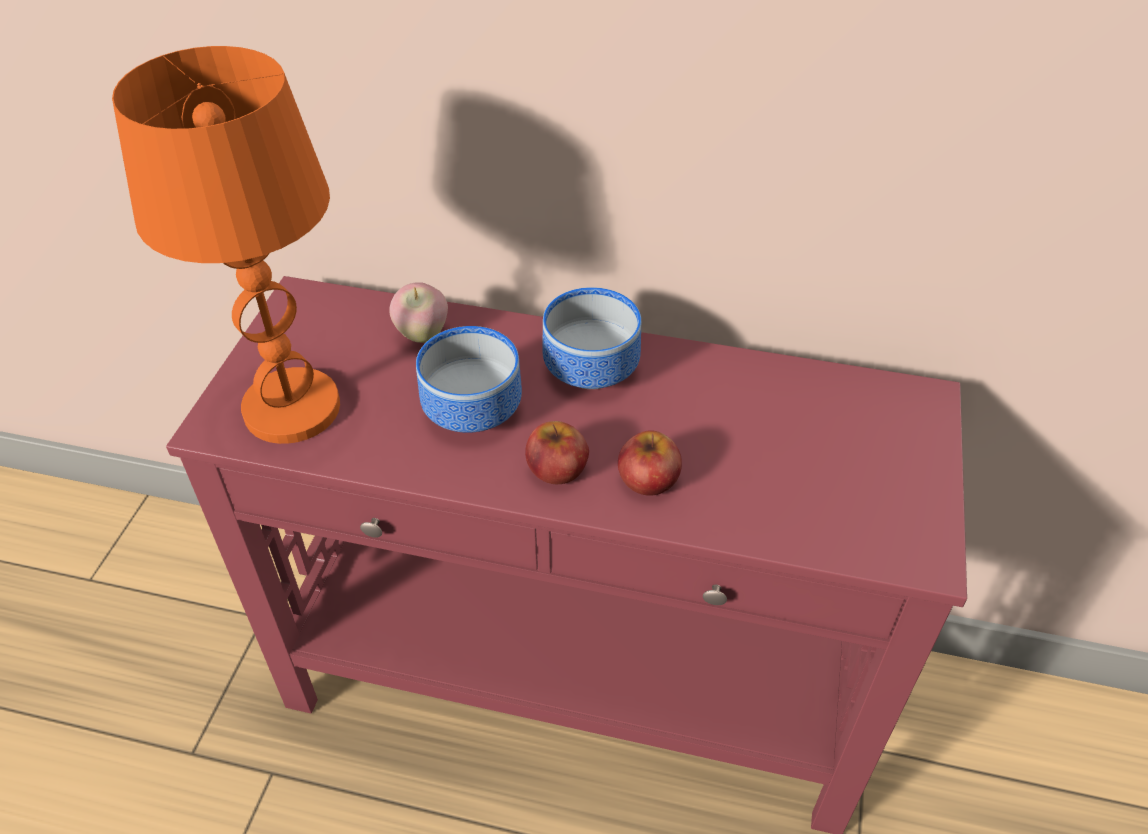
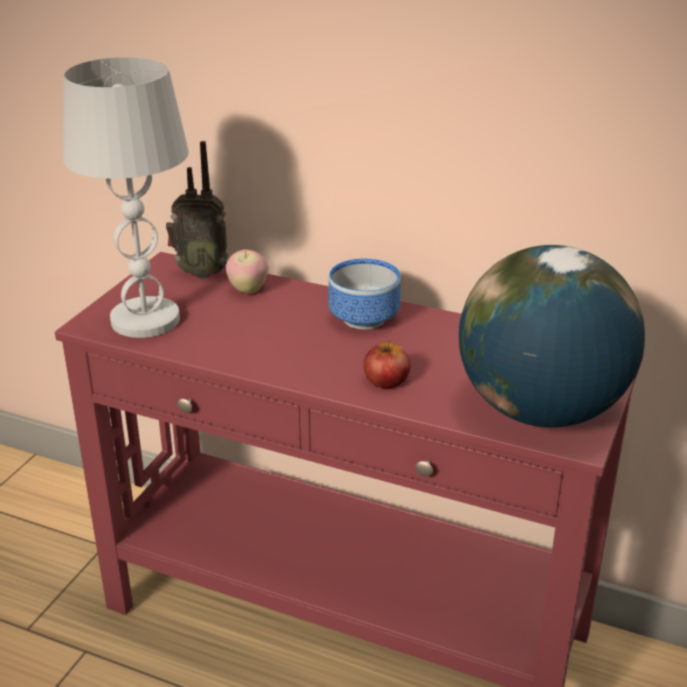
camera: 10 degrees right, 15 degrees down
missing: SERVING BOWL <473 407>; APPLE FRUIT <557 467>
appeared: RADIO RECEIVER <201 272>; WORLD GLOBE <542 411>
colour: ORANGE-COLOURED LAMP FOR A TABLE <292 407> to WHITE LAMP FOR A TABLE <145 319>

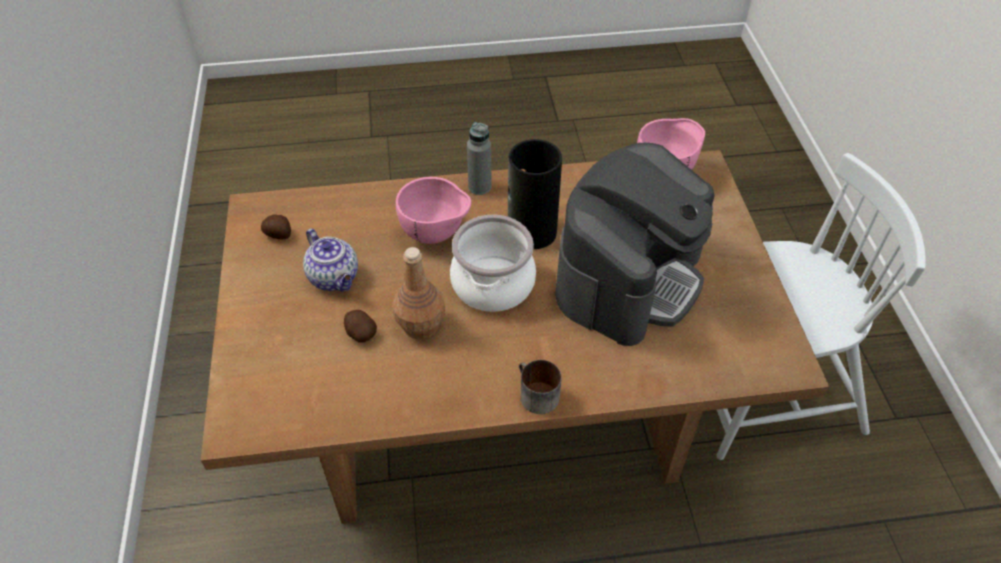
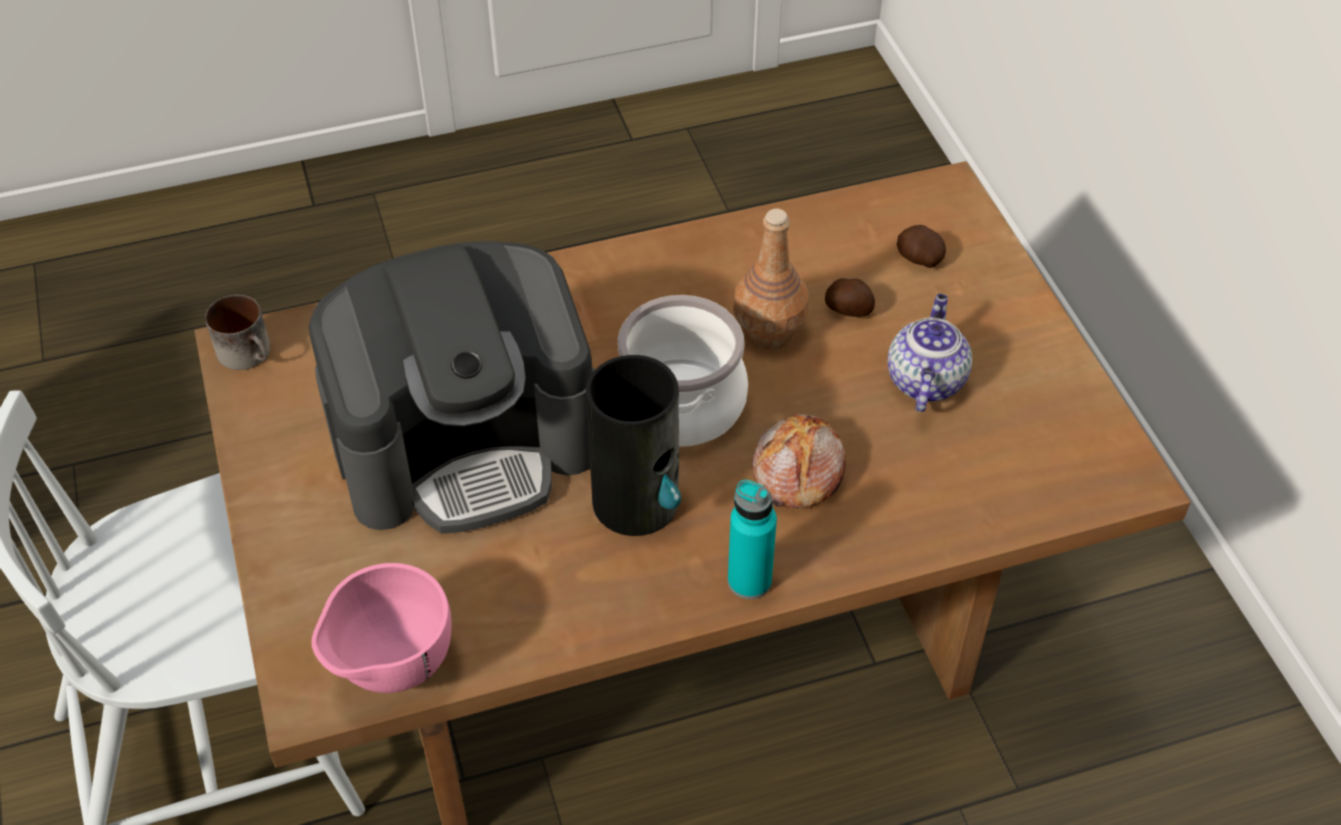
camera: 170 degrees right, 0 degrees up
relocated: SPUD <279 235> to <918 259>; MUG <534 394> to <250 353>
exchanged: PINKISH SERVING BOWL <436 235> to BREAD <796 472>
colour: GRAY BEVERAGE BOTTLE <479 187> to TURQUOISE BEVERAGE BOTTLE <749 581>
spun: POT FOR TEA <335 278> = <925 380> 60 degrees clockwise; COFFEE BREWER <629 277> = <466 443> 135 degrees counterclockwise

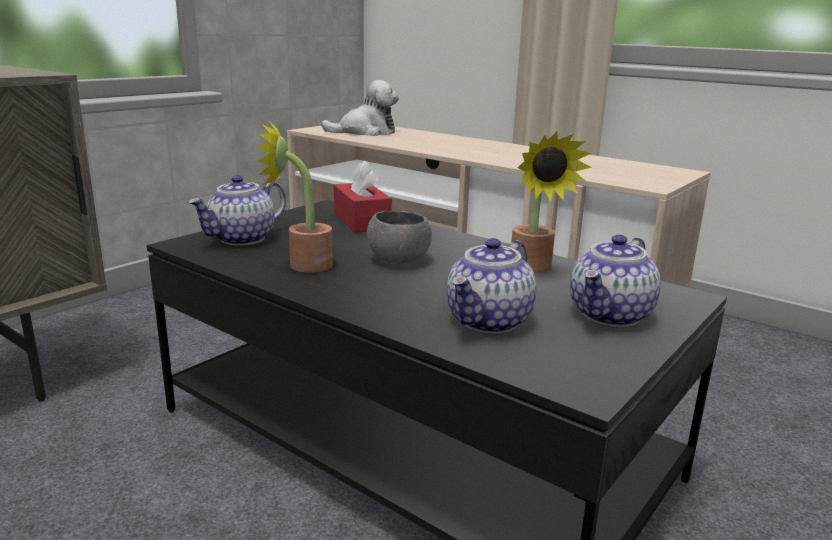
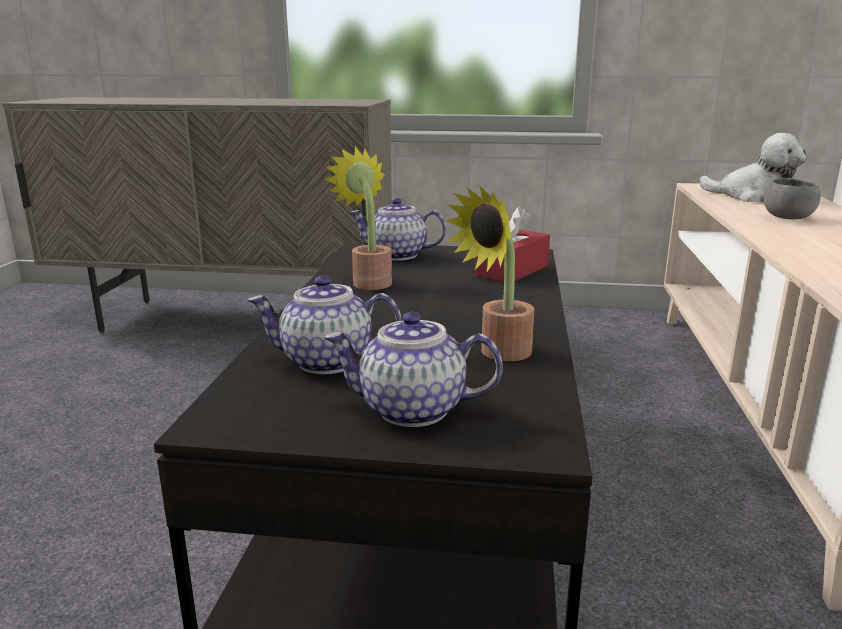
camera: 60 degrees right, 0 degrees up
relocated: GRAY SERVING BOWL <399 260> to <787 218>

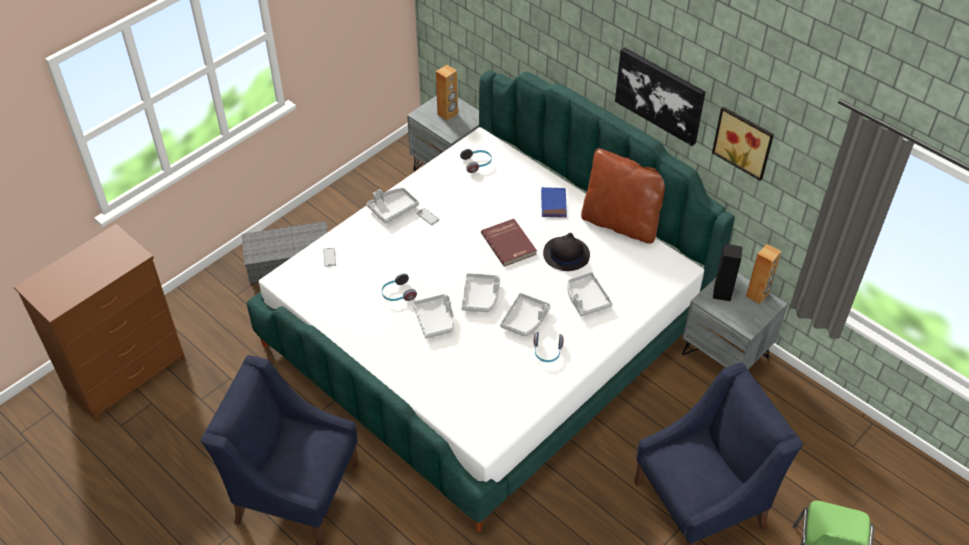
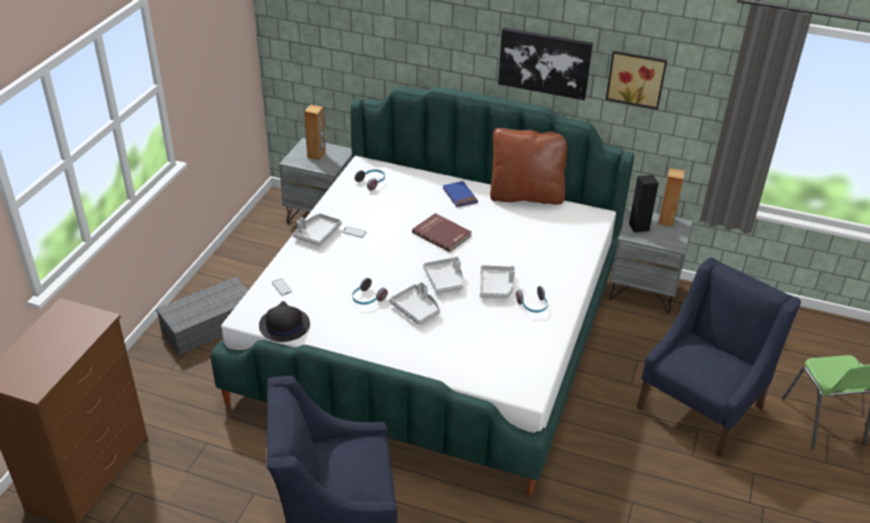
camera: 25 degrees left, 10 degrees down
missing: GRAY TRAY <586 299>
relocated: BLACK-COLOURED CLOTHING HAT <565 254> to <284 325>

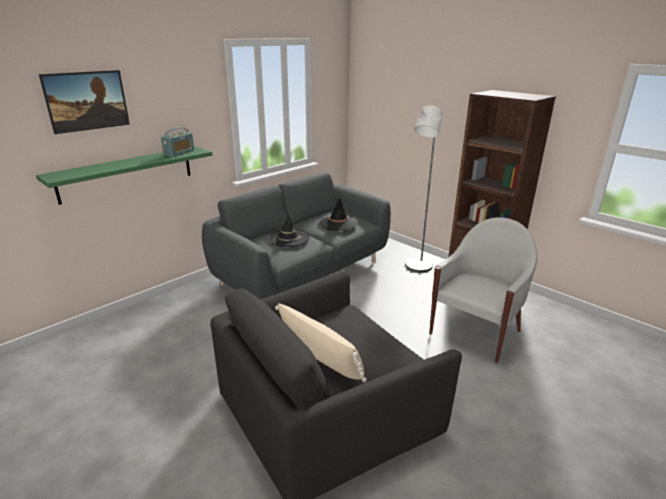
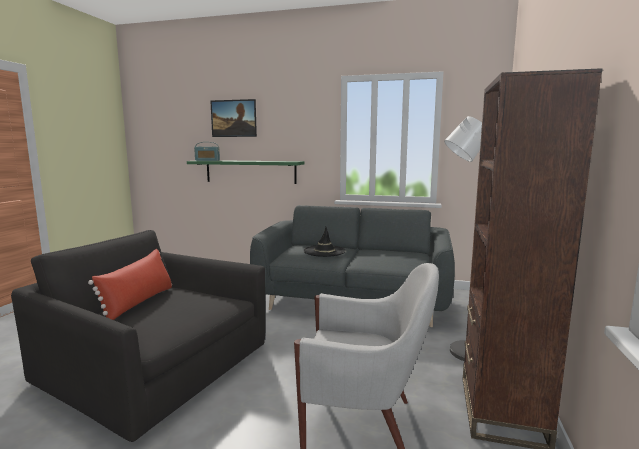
camera: 60 degrees right, 15 degrees down
missing: BLACK-COLOURED CLOTHING HAT <338 223>
relocated: RADIO RECEIVER <179 153> to <207 160>
colour: SAND-COLOURED THROW PILLOW <321 358> to RED THROW PILLOW <139 302>

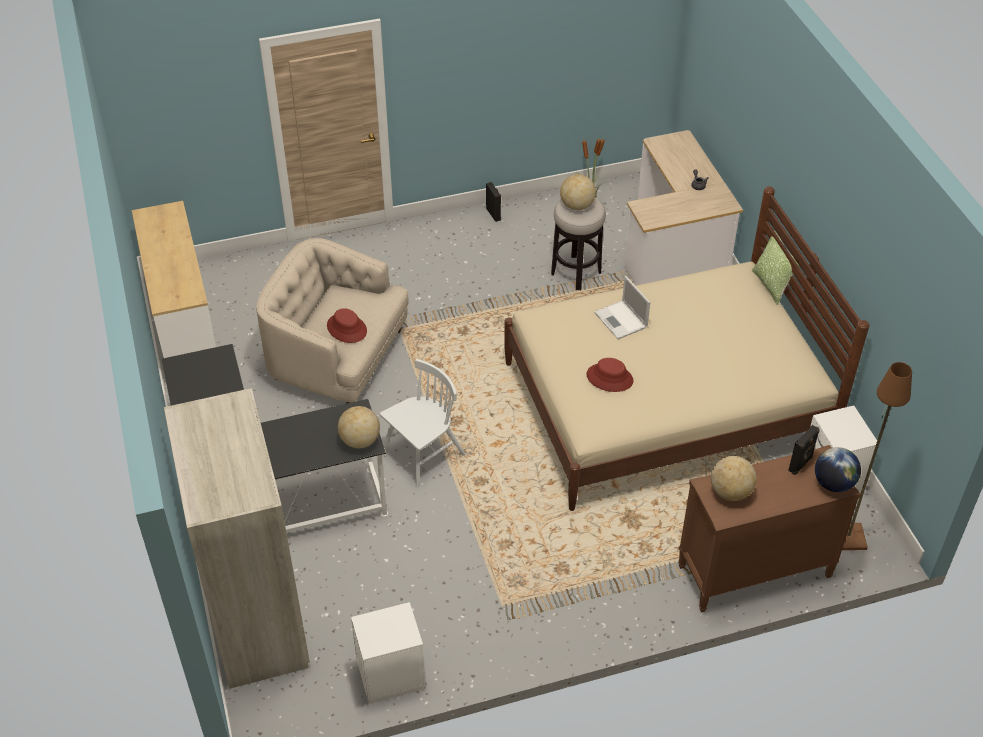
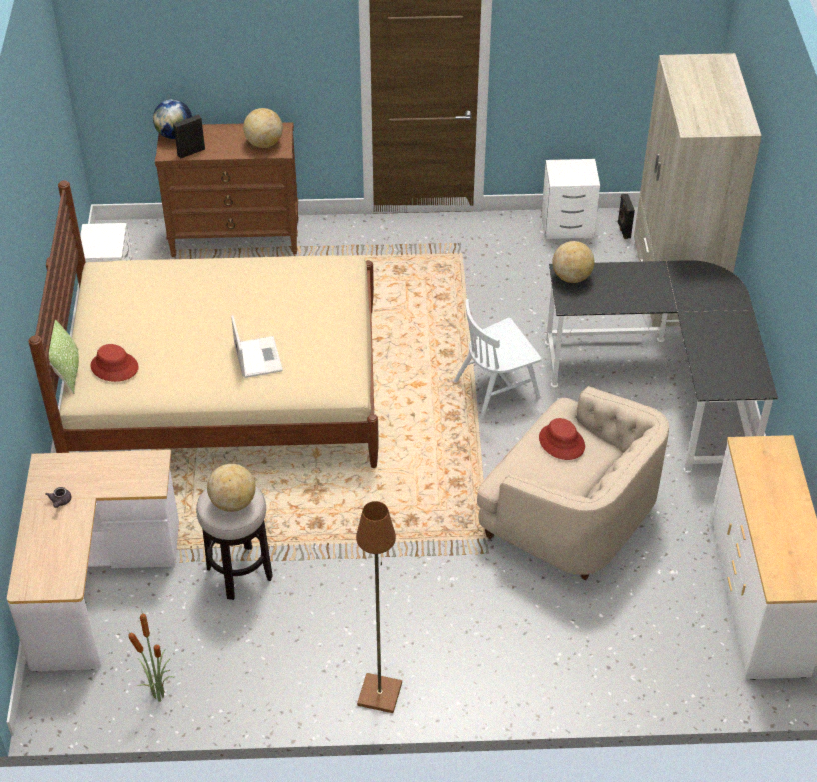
camera: 165 degrees left, 0 degrees up
relocated: BLACK-COLOURED LOUDSPEAKER <494 214> to <623 230>; RED CLOTHING HAT <609 378> to <114 367>; BROWN STANDARD LAMP <847 538> to <380 693>

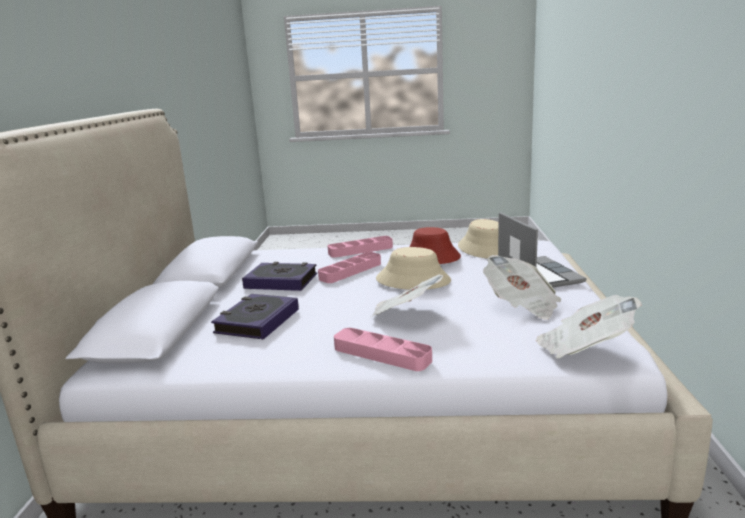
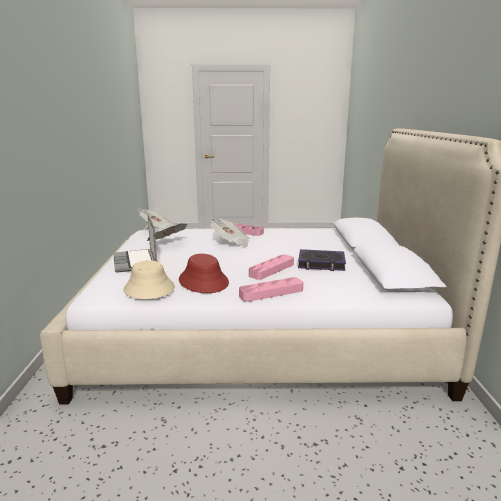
camera: 175 degrees right, 0 degrees up
missing: VOLUME <257 321>; SAND-COLOURED CLOTHING HAT <413 280>

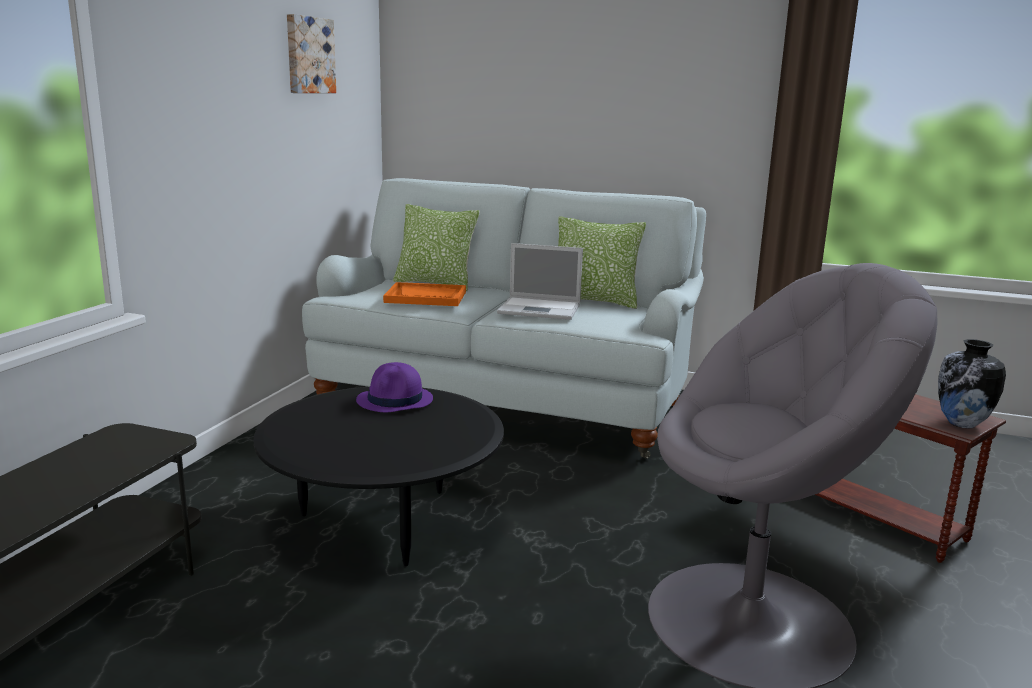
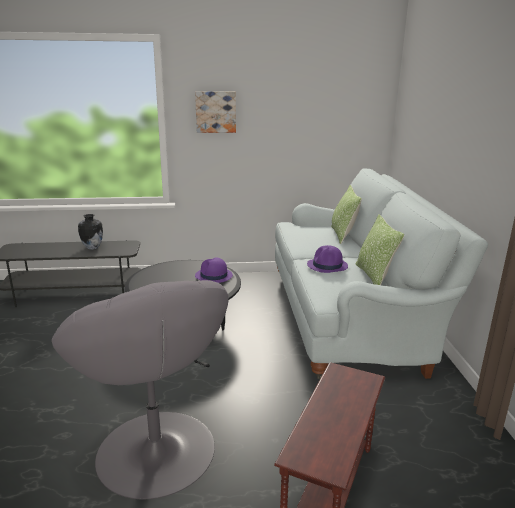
camera: 65 degrees right, 5 degrees up
missing: ORANGE-COLOURED TRAY <426 297>
relocated: PICTURE <308 55> to <215 111>; FLOWER VASE <962 424> to <92 247>
exchanged: PORTABLE COMPUTER <541 309> to PURPLISH CLOTHING HAT <327 266>

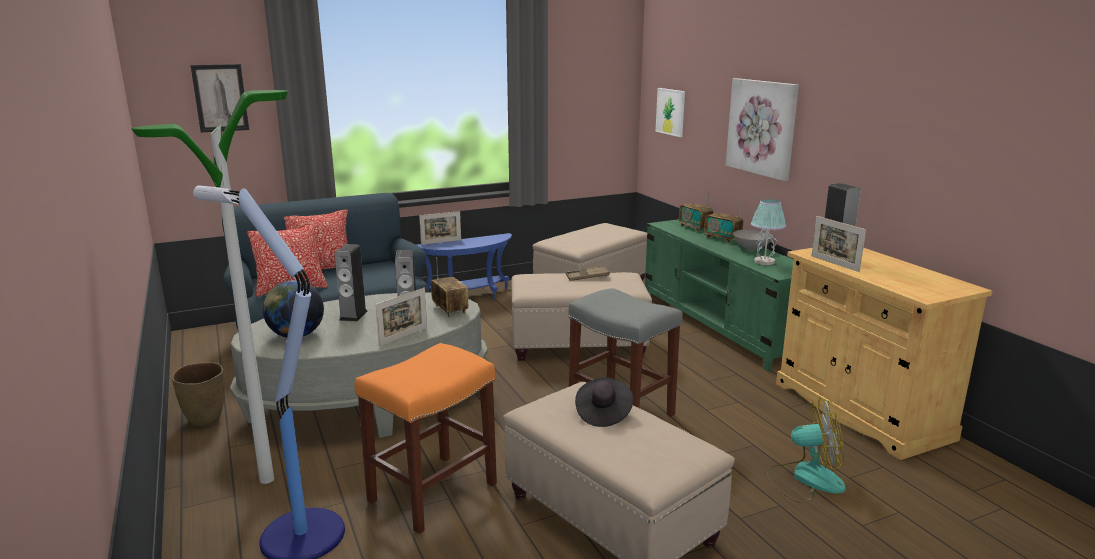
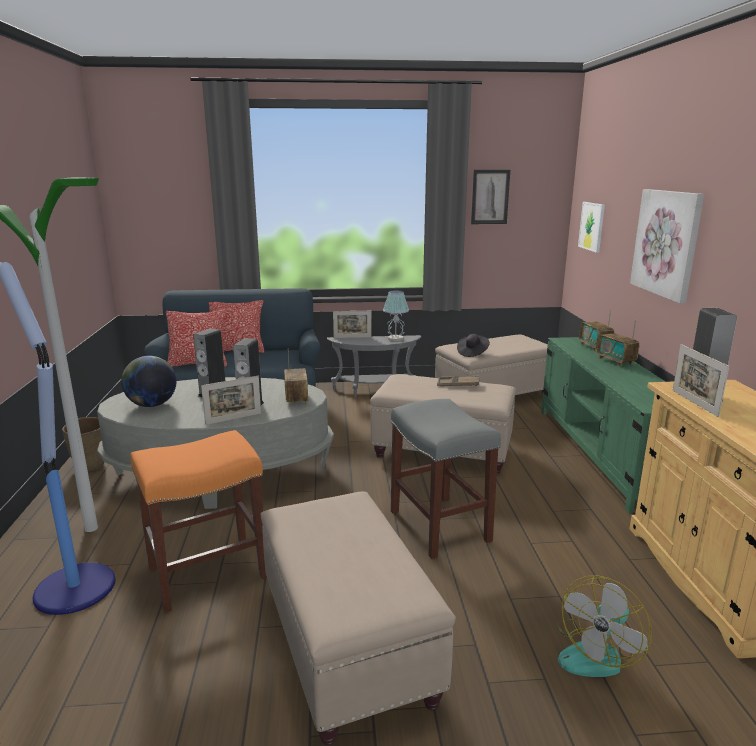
camera: 20 degrees right, 0 degrees up
missing: GRAY SERVING BOWL <752 248>
relocated: PICTURE <220 98> to <490 197>; BLACK-COLOURED CLOTHING HAT <603 413> to <472 353>; LAMP FOR A TABLE <764 262> to <395 339>
colour: BLUE SIDE TABLE <469 298> to GRAY SIDE TABLE <375 391>
spun: FAN <805 479> = <596 652> 105 degrees clockwise

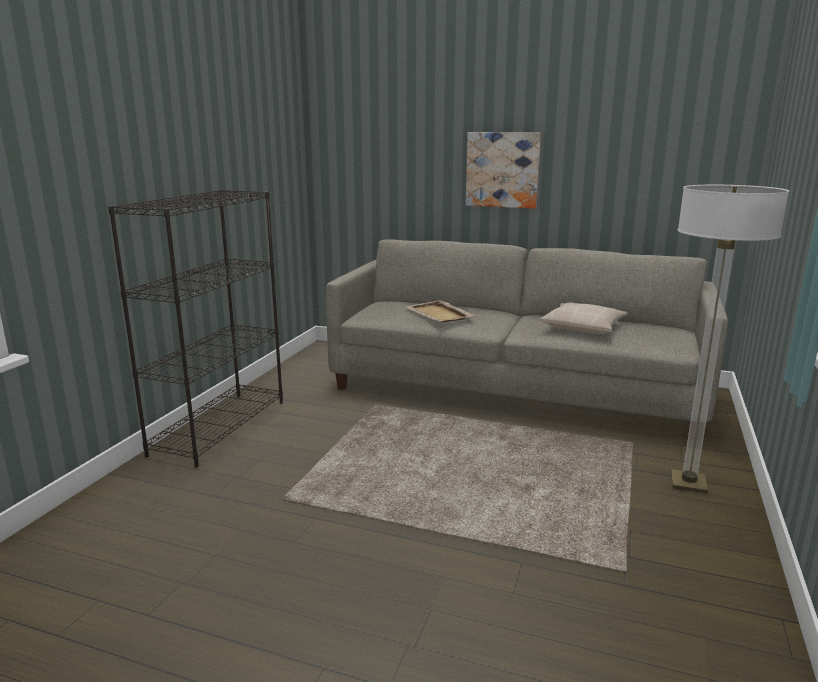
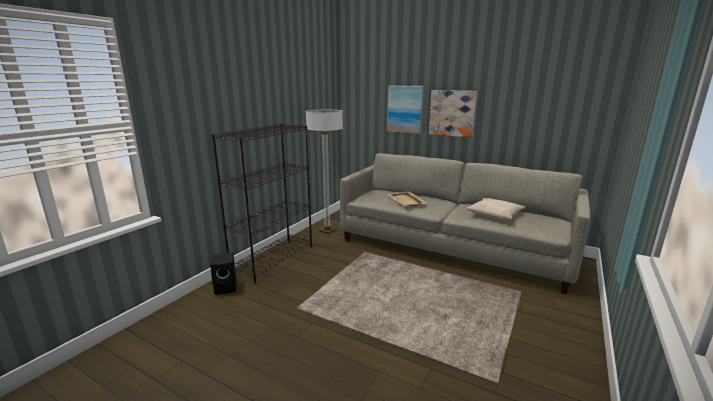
camera: 10 degrees right, 0 degrees up
appeared: BLACK-COLOURED LOUDSPEAKER <227 287>; PICTURE <405 109>
relocated: STANDARD LAMP <688 483> to <327 230>

